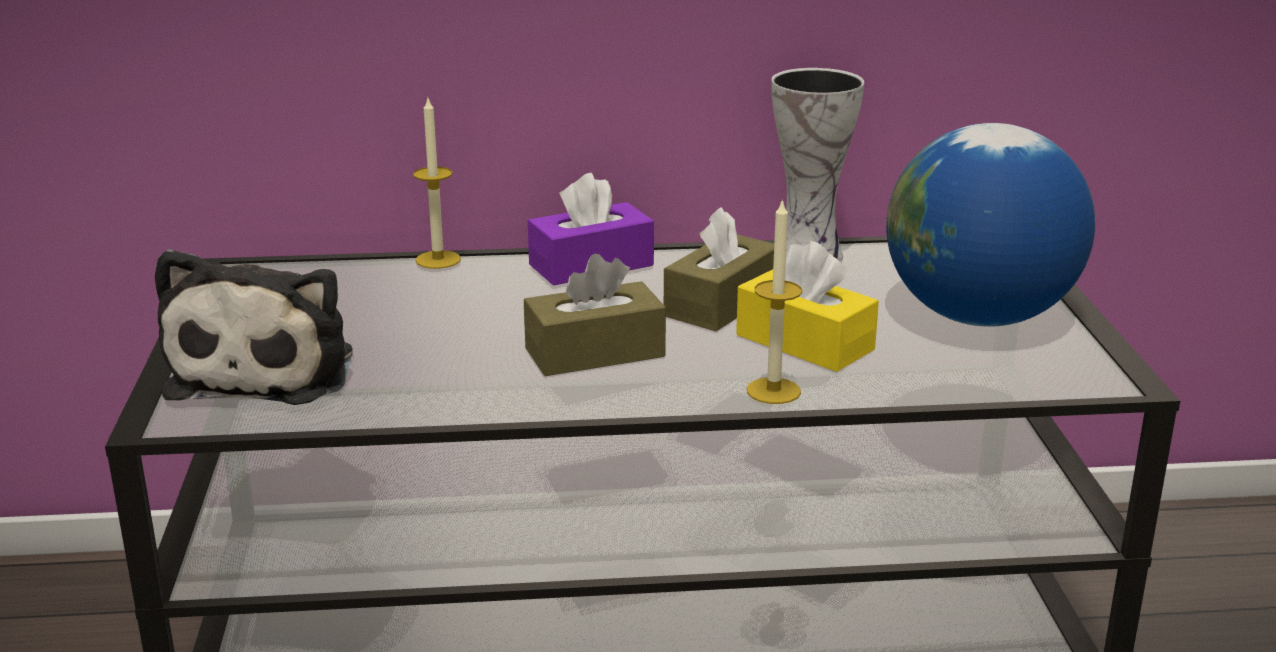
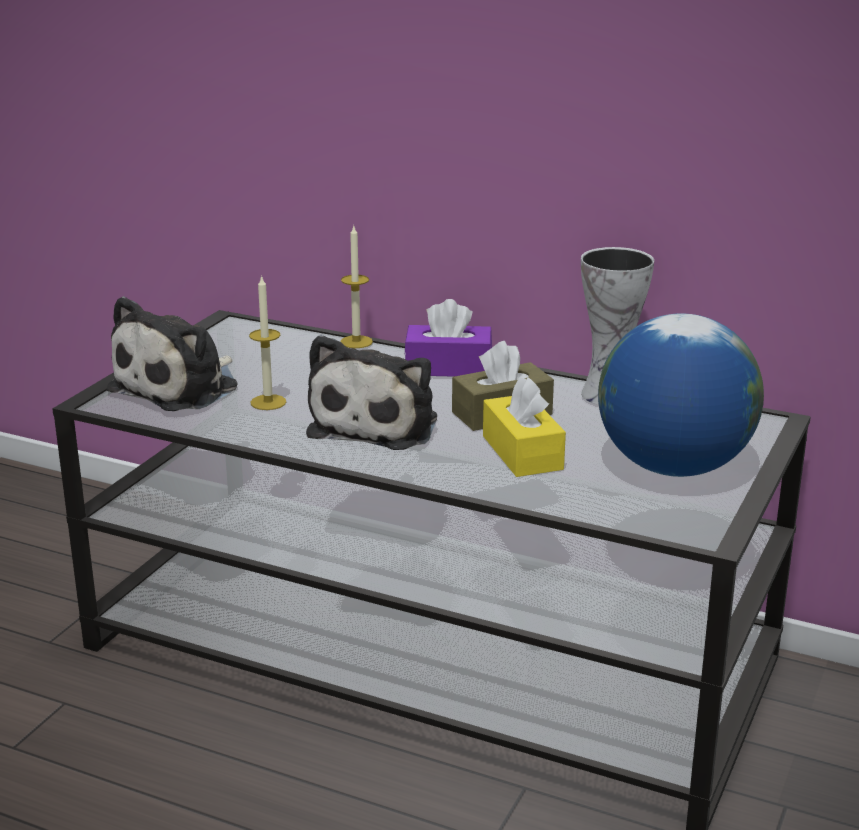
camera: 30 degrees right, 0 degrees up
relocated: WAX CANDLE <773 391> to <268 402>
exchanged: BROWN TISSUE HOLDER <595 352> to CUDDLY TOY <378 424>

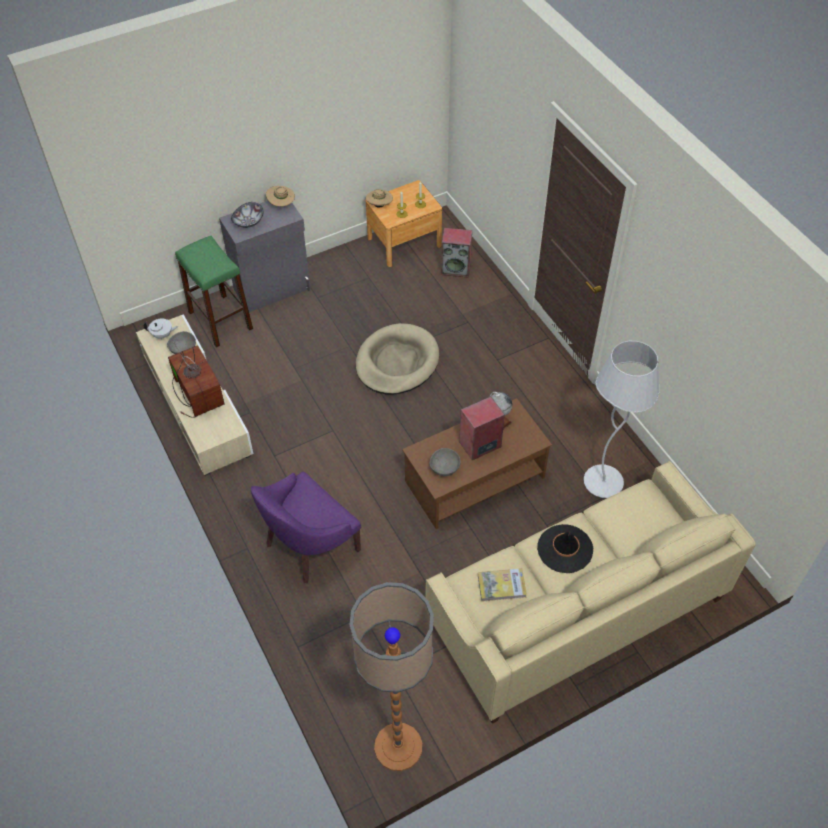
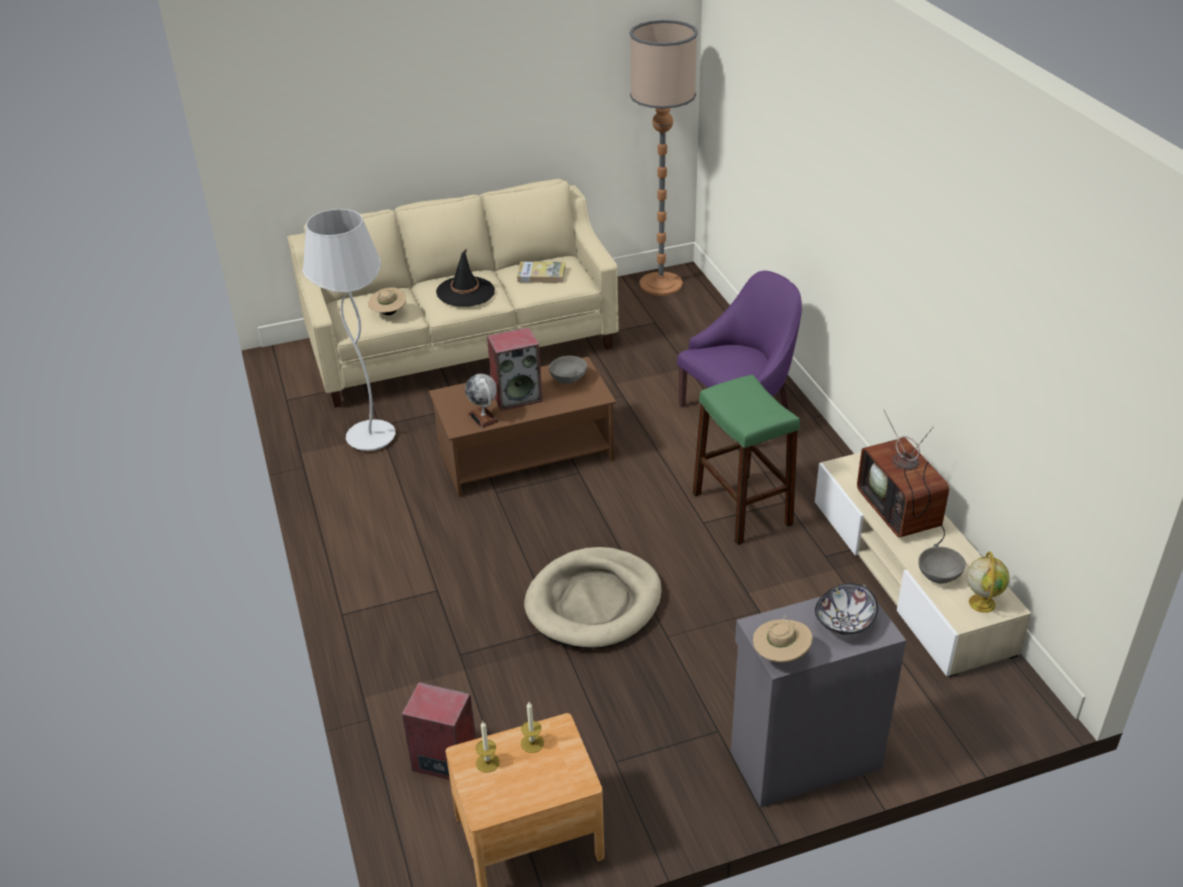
camera: 170 degrees left, 15 degrees down
relocated: GREEN-COLOURED STOOL SEAT <220 320> to <742 509>; SAND-COLOURED CLOTHING HAT <379 205> to <388 313>
exchanged: WHITE POT FOR TEA <162 335> to WORLD GLOBE <981 602>

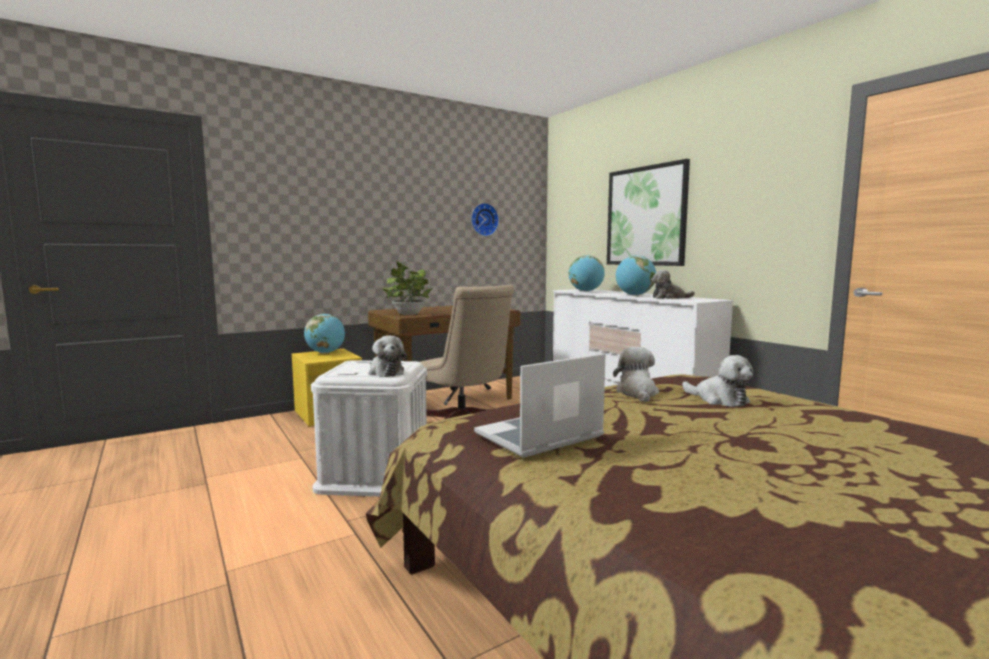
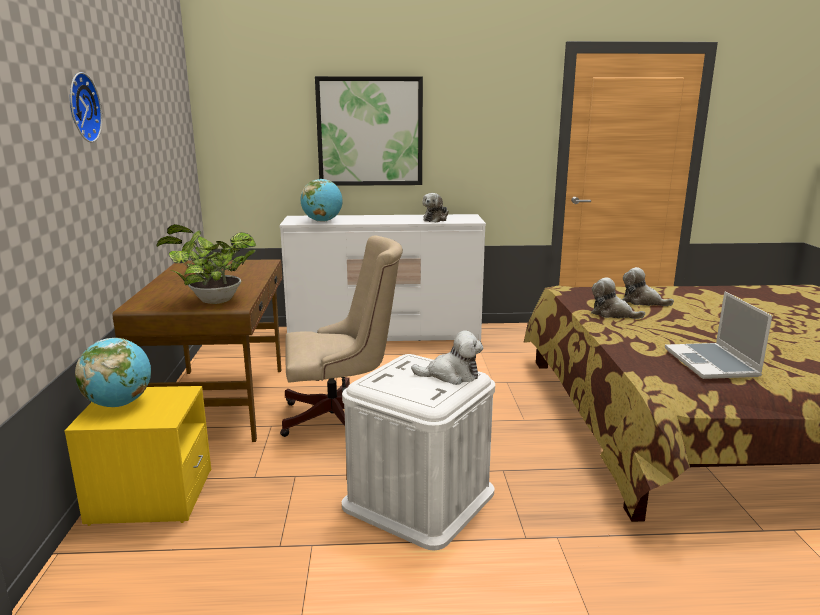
camera: 60 degrees left, 10 degrees up
missing: WORLD GLOBE <635 295>
relocated: CLOCK ON THE WALL <483 219> to <80 107>
spun: CUDDLY TOY <719 399> = <642 302> 135 degrees counterclockwise

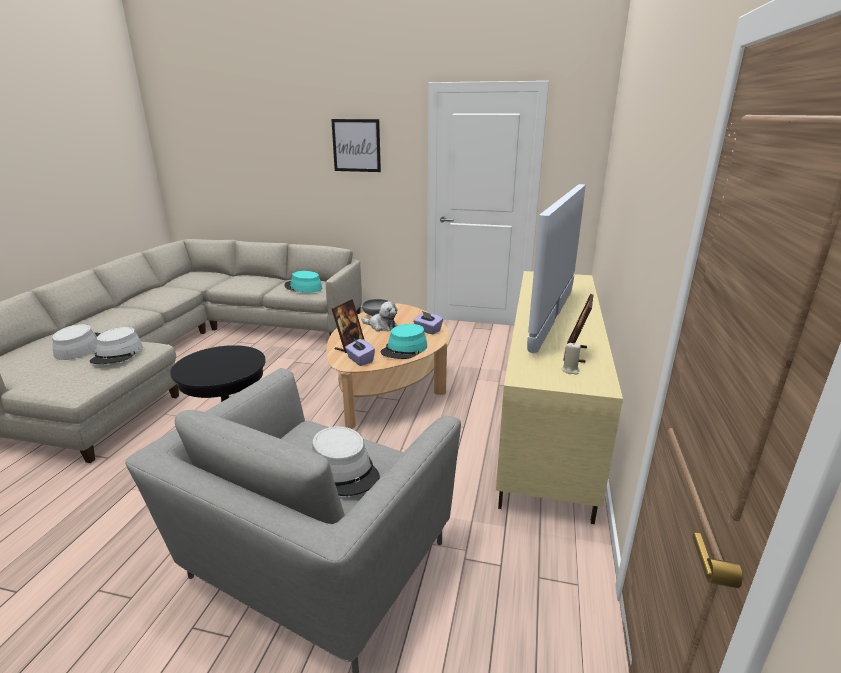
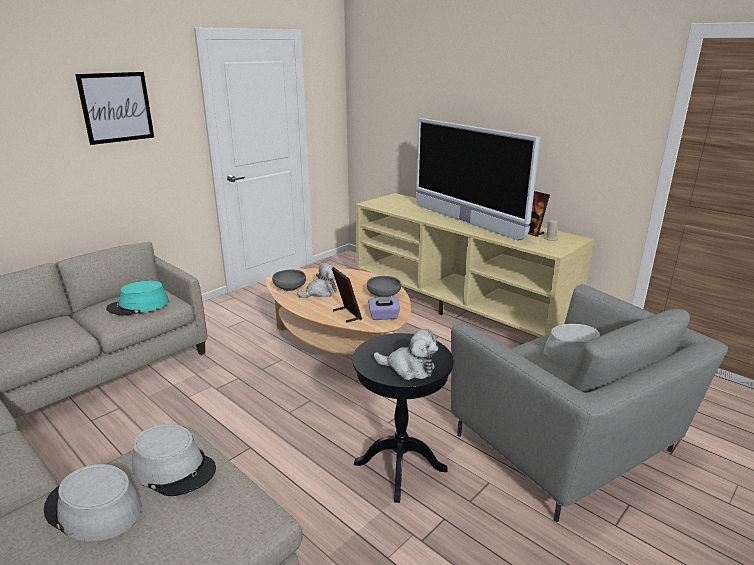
camera: 60 degrees left, 0 degrees up
missing: PURPLISH TISSUE HOLDER <427 330>
appeared: CUDDLY TOY <409 368>
exchanged: TURQUOISE CLOTHING HAT <404 349> to GRAY SERVING BOWL <383 295>

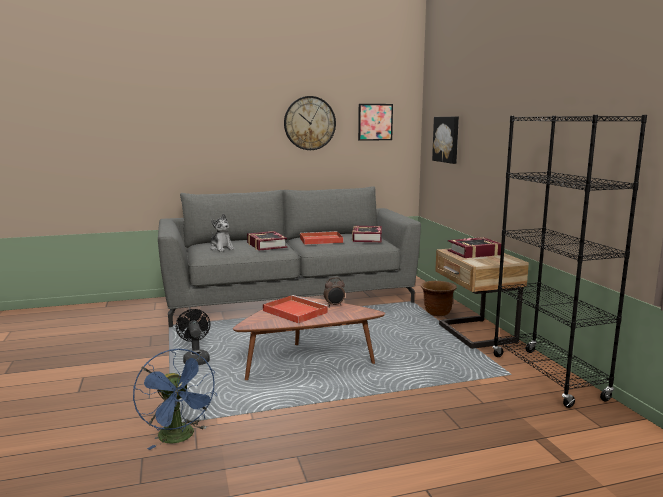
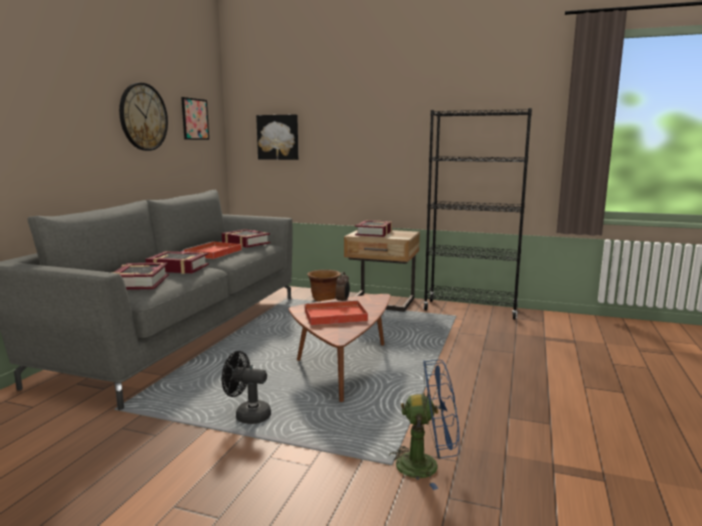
camera: 55 degrees left, 0 degrees up
exchanged: CUDDLY TOY <221 248> to VOLUME <140 282>

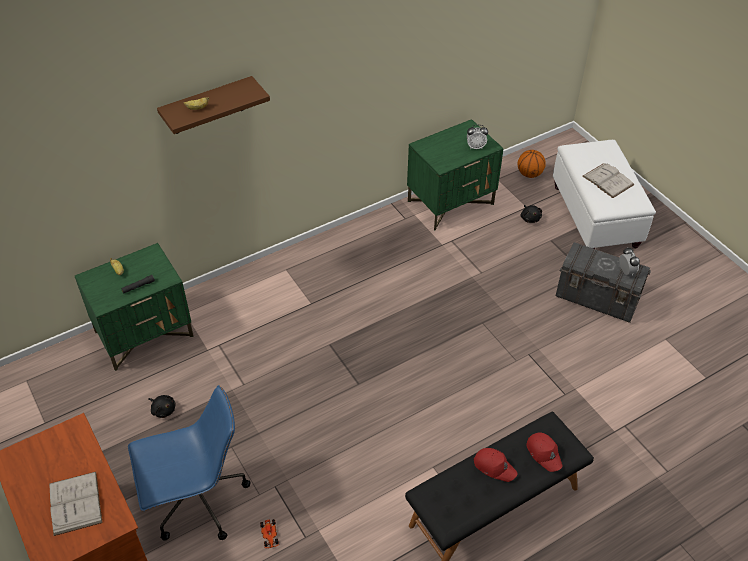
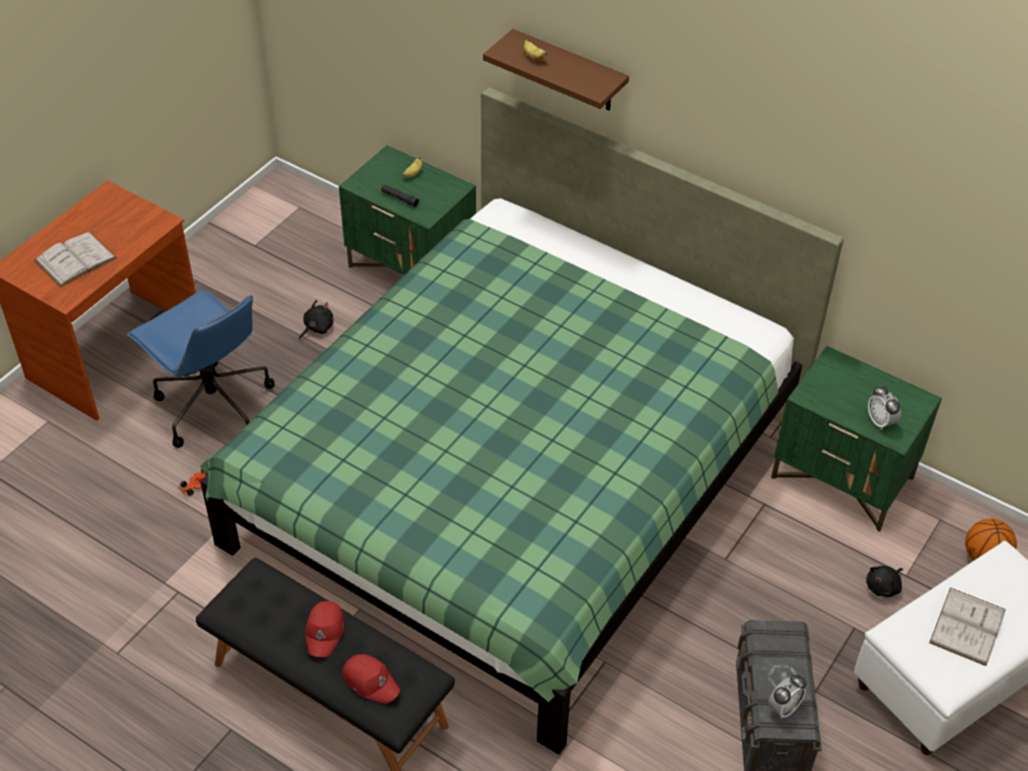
camera: 65 degrees right, 0 degrees up
appeared: GREEN-COLOURED SLEEPING BED <515 482>
spun: BLACK-COLOURED CUDDLY TOY <163 409> = <317 328> 150 degrees counterclockwise; RED PEAKED CAP <544 453> = <371 681> 90 degrees counterclockwise

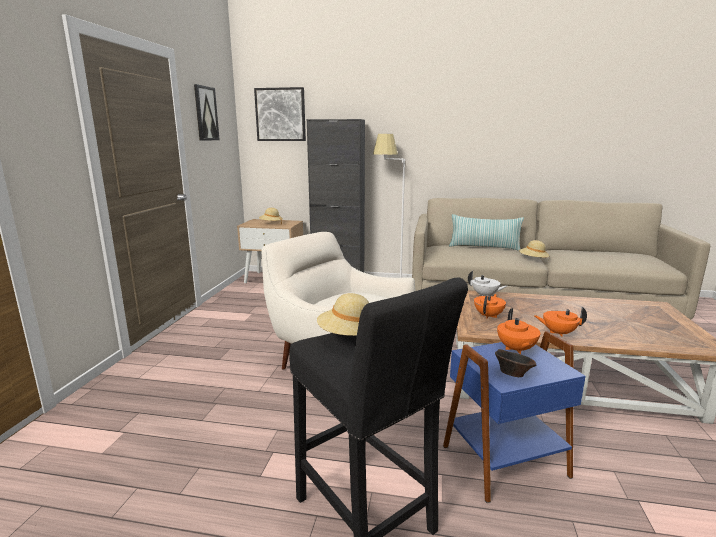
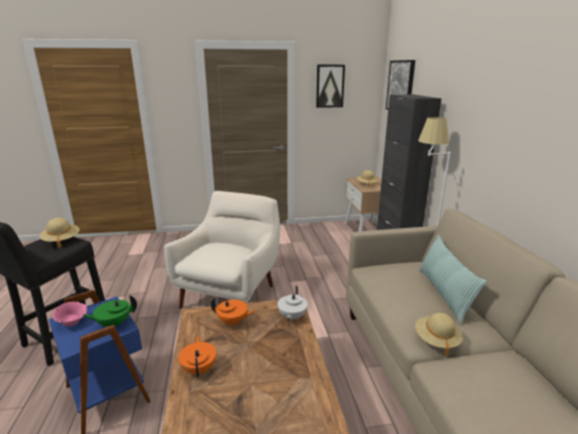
camera: 70 degrees right, 5 degrees up
colour: BROWN SERVING BOWL <512 374> to PINKISH SERVING BOWL <73 322>; ORANGE-COLOURED POT FOR TEA <516 349> to GREEN-COLOURED POT FOR TEA <114 324>

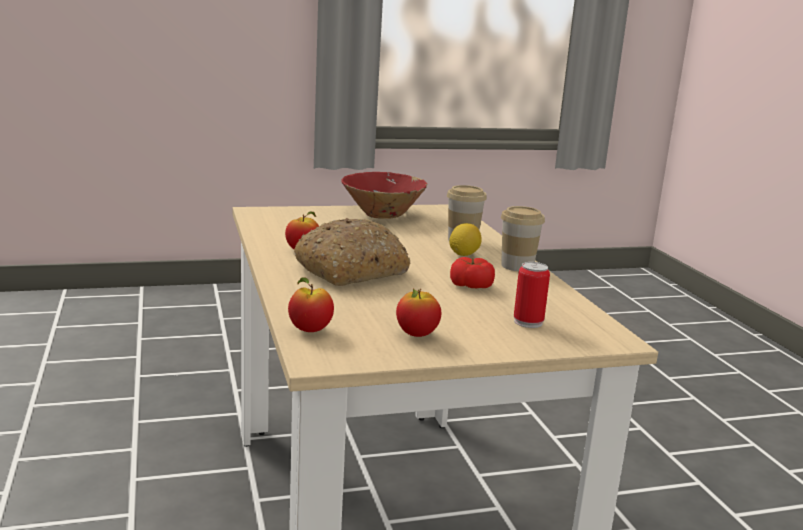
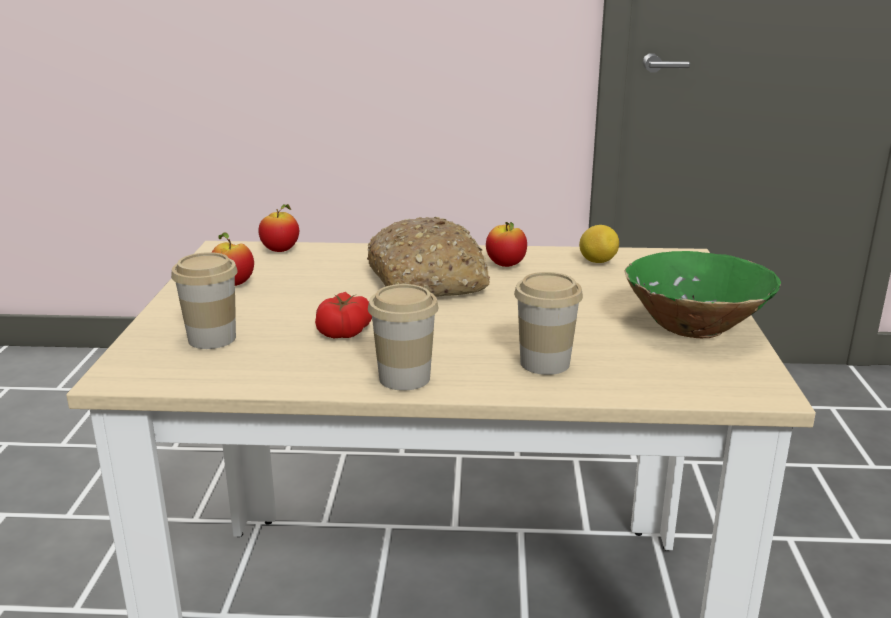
camera: 110 degrees right, 5 degrees up
relocated: LEMON <463 254> to <597 262>
exchanged: SEALED CAN <528 322> to CUP <212 338>
colour: RED SERVING BOWL <382 214> to GREEN-COLOURED SERVING BOWL <694 327>

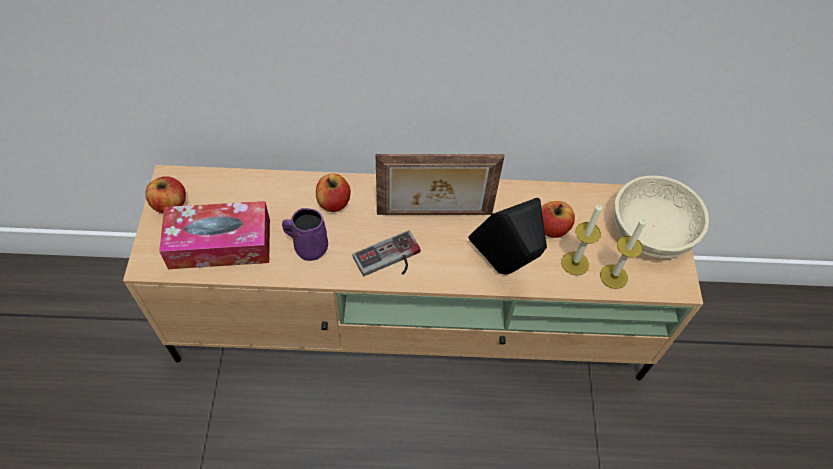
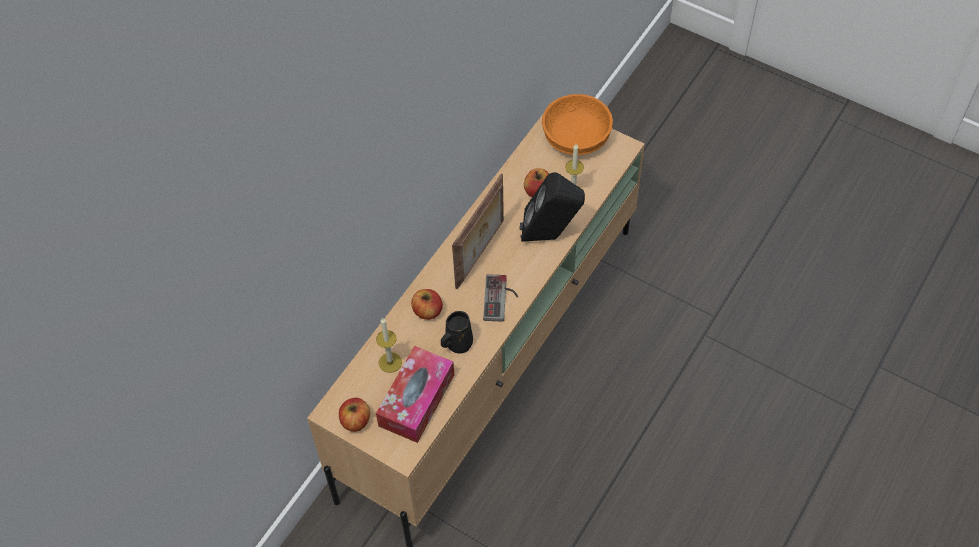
camera: 55 degrees left, 0 degrees up
relocated: WAX CANDLE <613 276> to <390 362>
colour: PURPLISH MUG <309 247> to BLACK-COLOURED MUG <457 344>; SAND-COLOURED SERVING BOWL <652 231> to ORANGE-COLOURED SERVING BOWL <576 137>

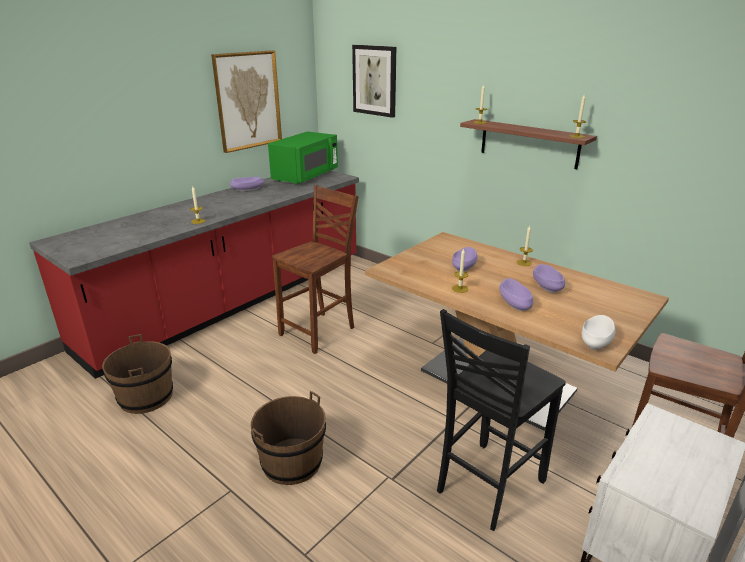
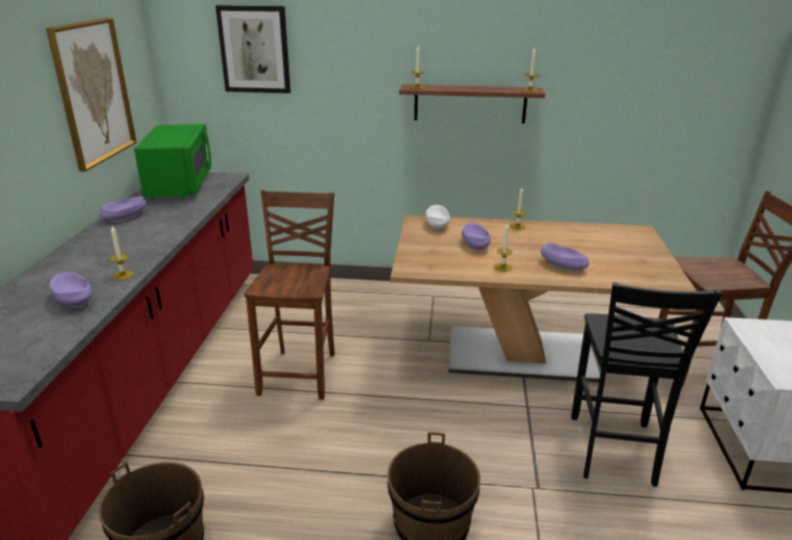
camera: 35 degrees left, 0 degrees up
relocated: PURPLISH SERVING BOWL <547 286> to <74 300>; WHITE SERVING BOWL <596 341> to <437 225>

